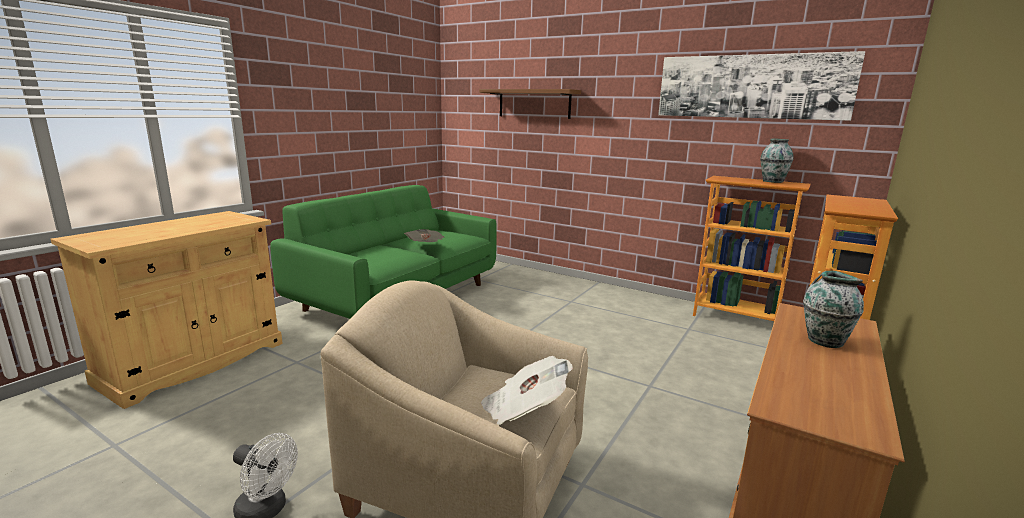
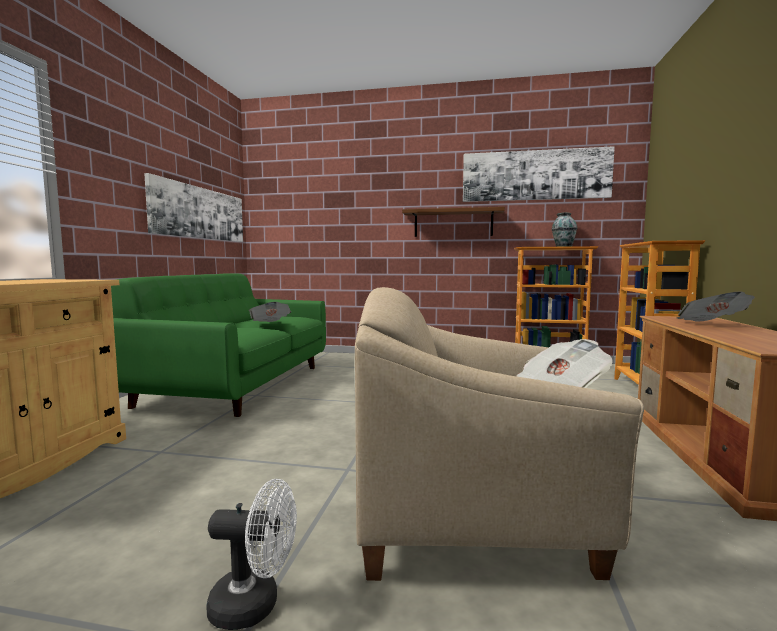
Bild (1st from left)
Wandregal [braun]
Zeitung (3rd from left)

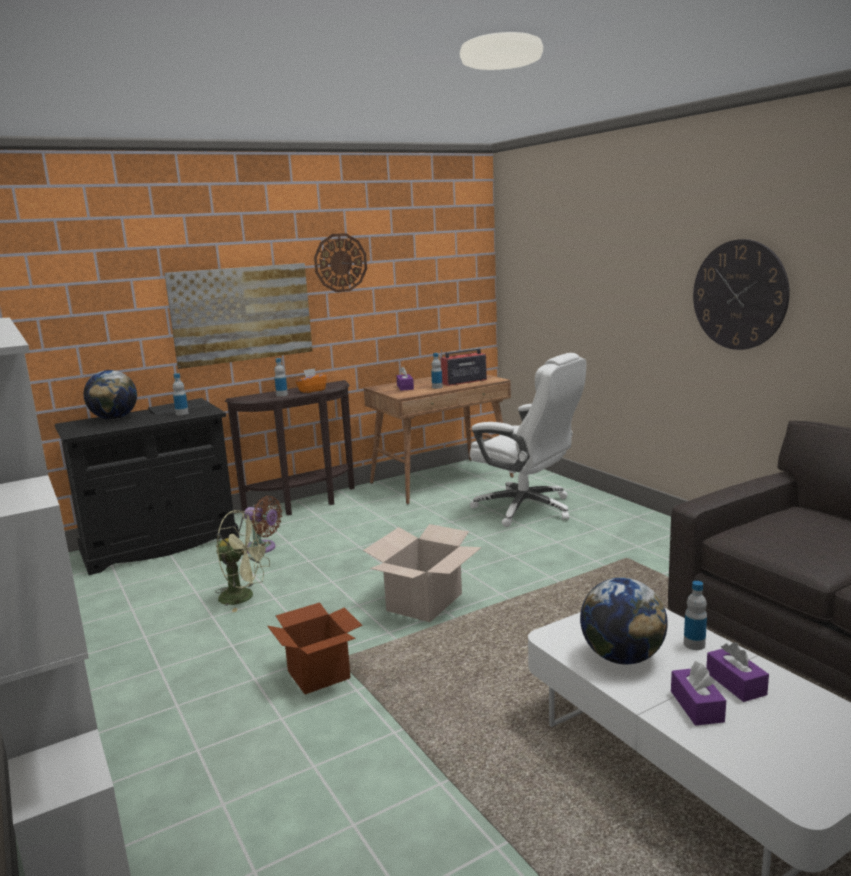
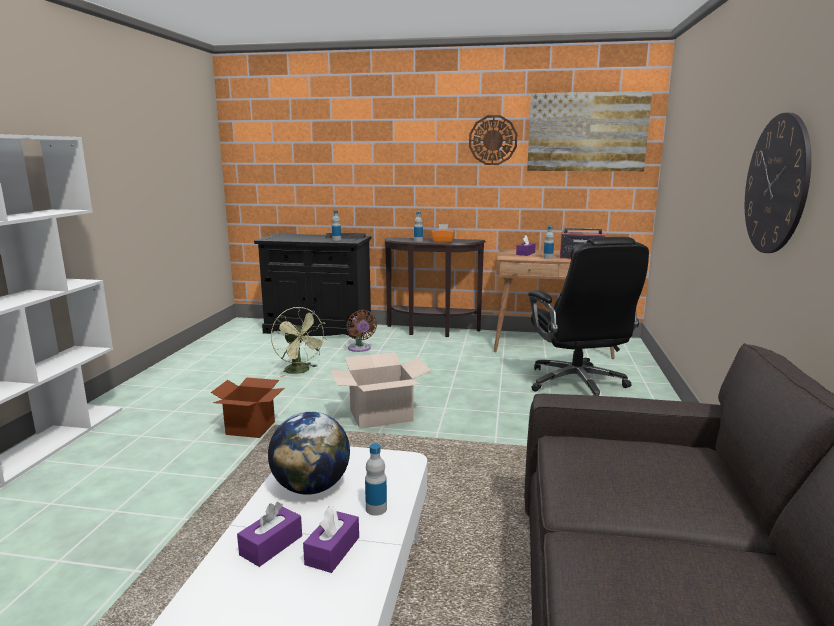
Globus (1st from left in the first image)
Bild
Bürostuhl [schwarz]

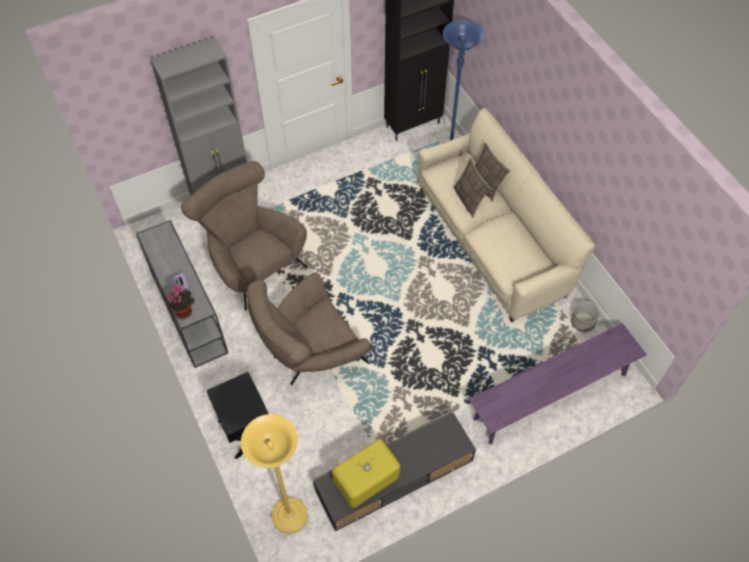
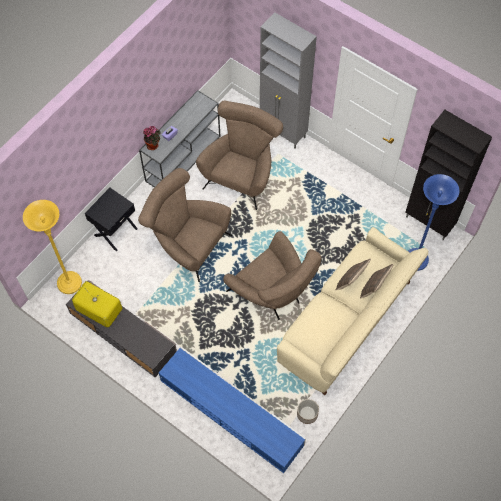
Sessel [braun] (3rd from left)
Fernsehschrank [blau]

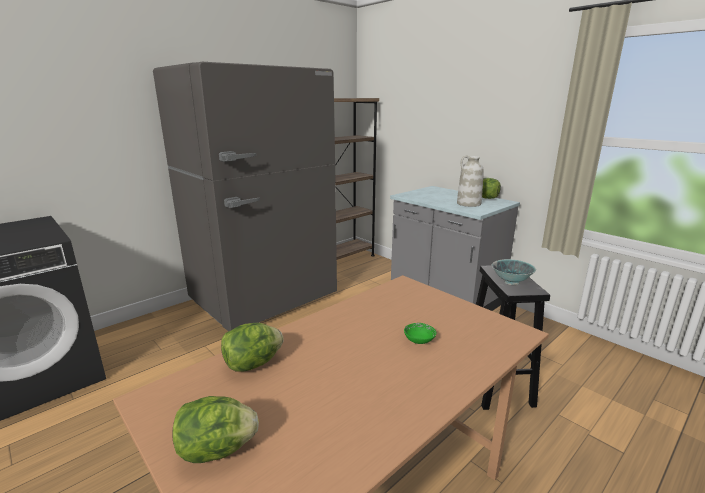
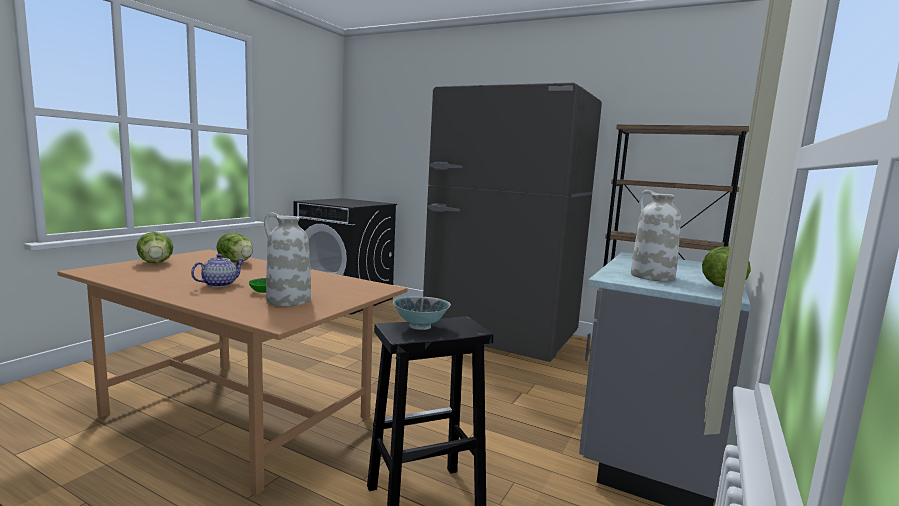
Teekanne
Vase [weiß] (1st from left)

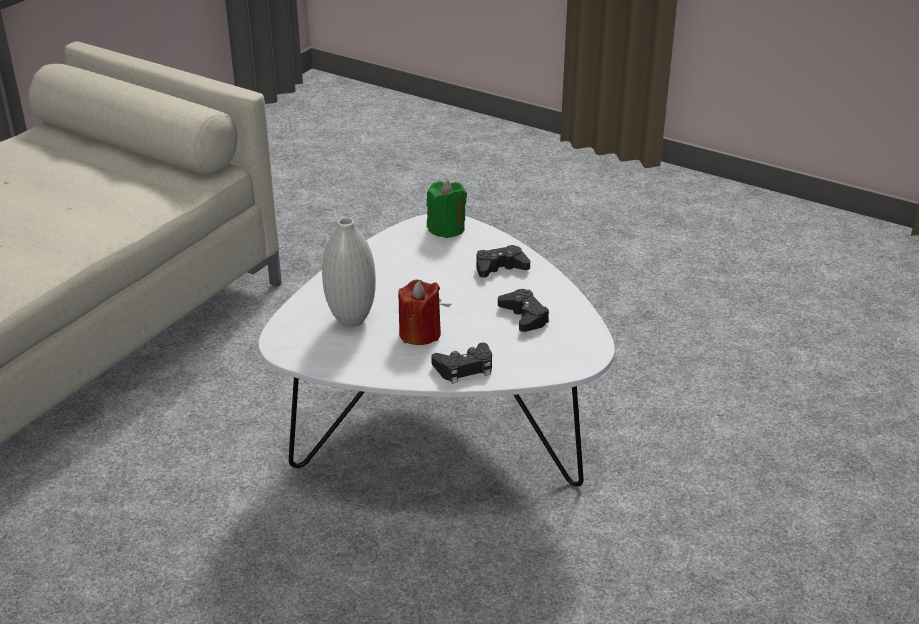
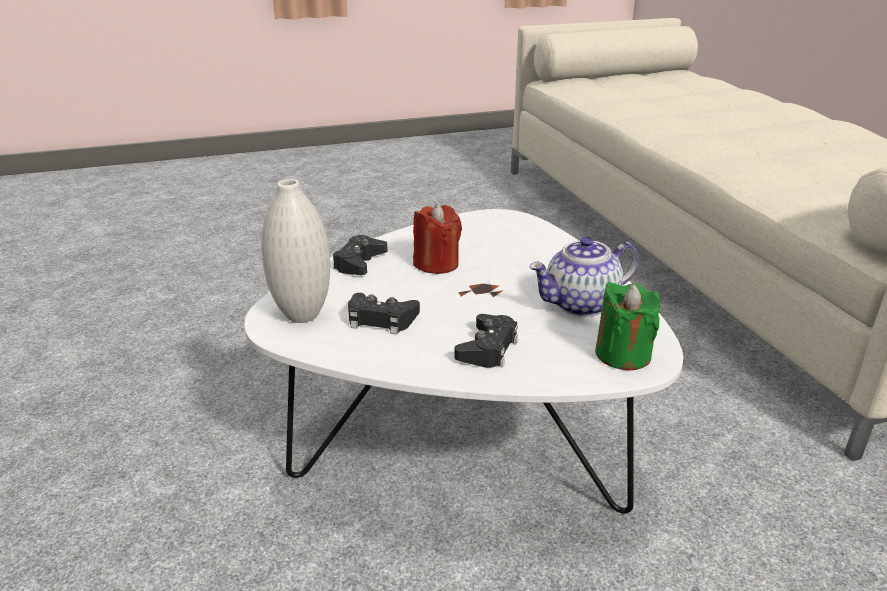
Teekanne
Vase [weiß]

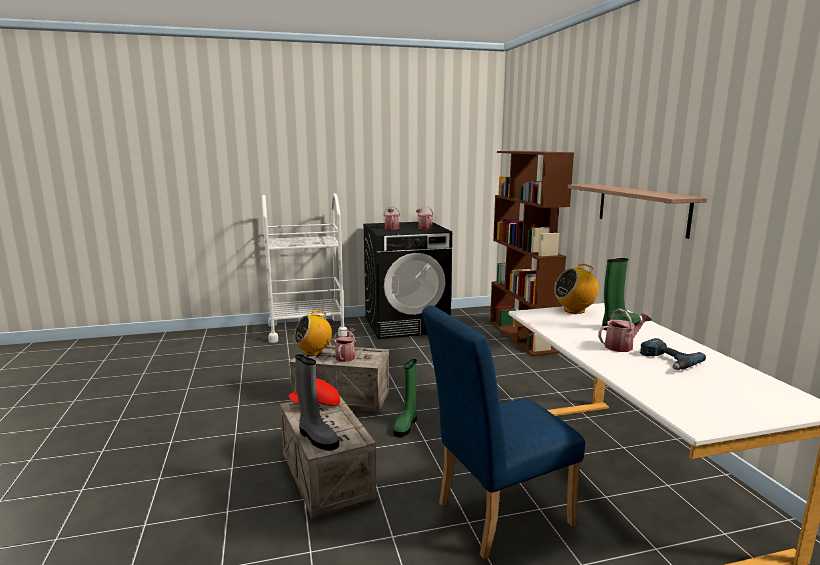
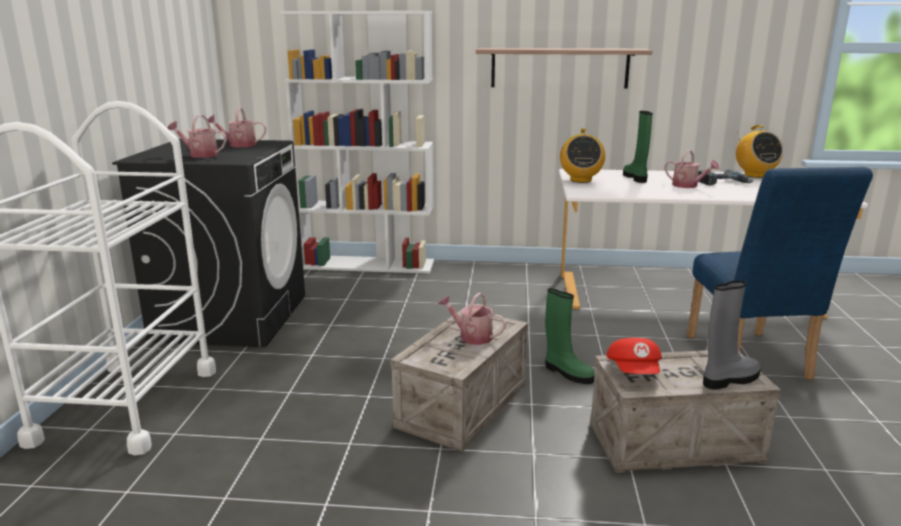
Radio (2nd from left)
Bücherregal [weiß]
Gießkanne (4th from left)

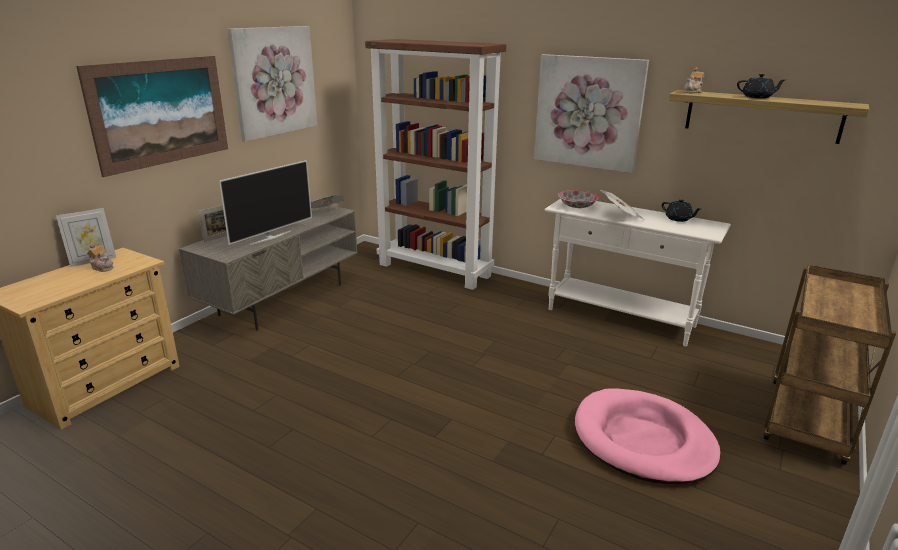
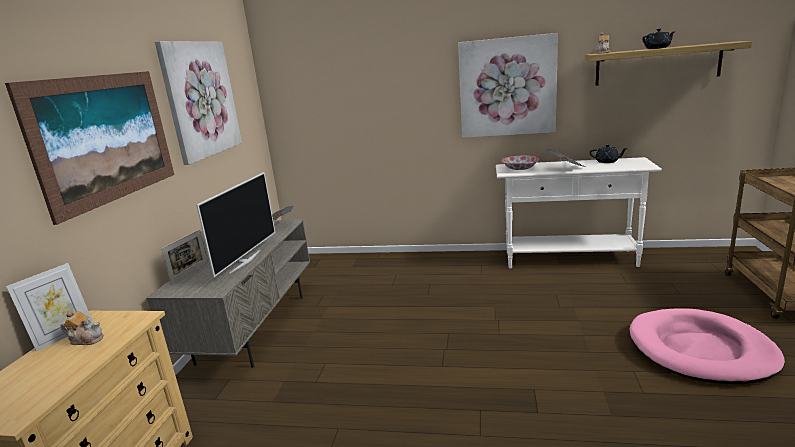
Bücherregal [braun]

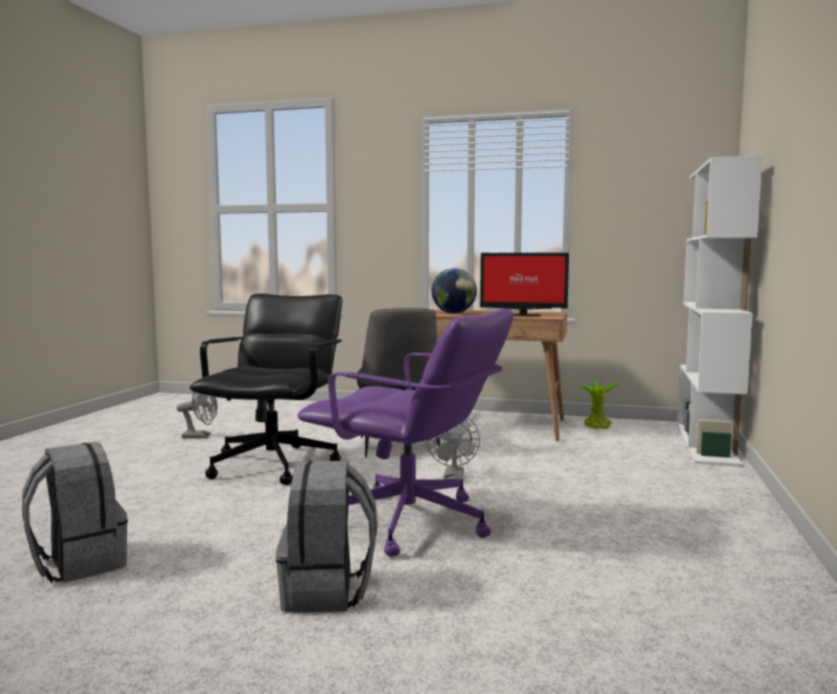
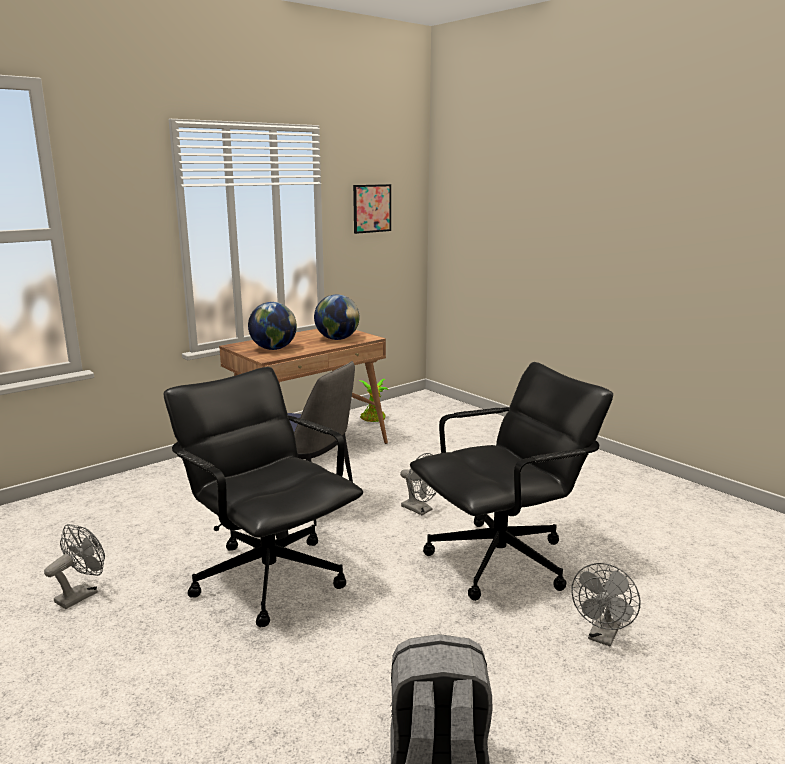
Bücherregal [weiß]
Bild
Ventilator [grau] (3rd from left)
Globus (2nd from left)
Bürostuhl [schwarz] (2nd from left)

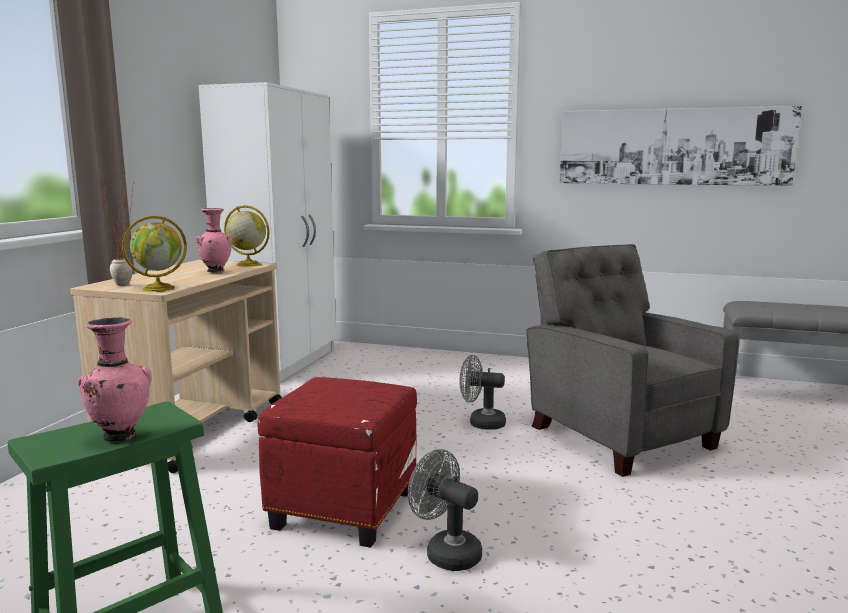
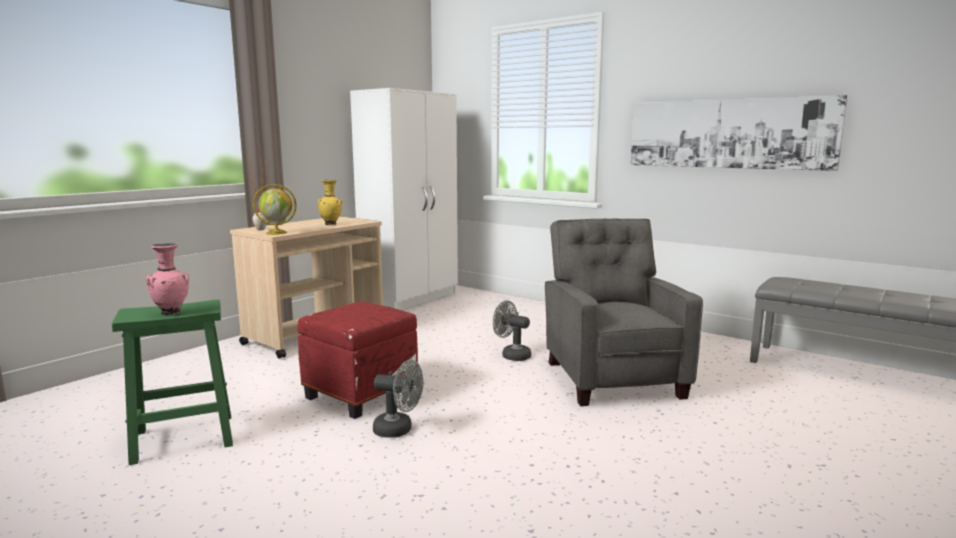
Globus (2nd from left in the first image)
Vase [gelb]
Ventilator [grau] (1st from left)

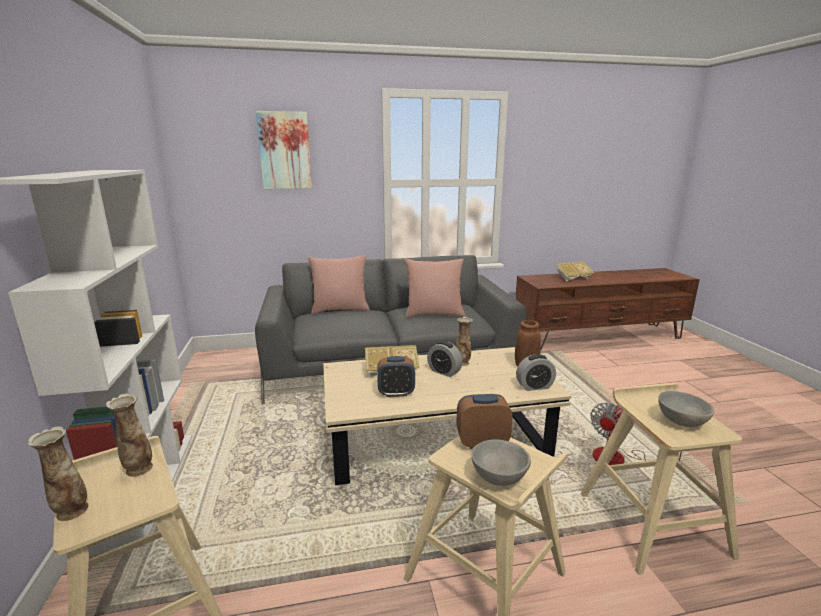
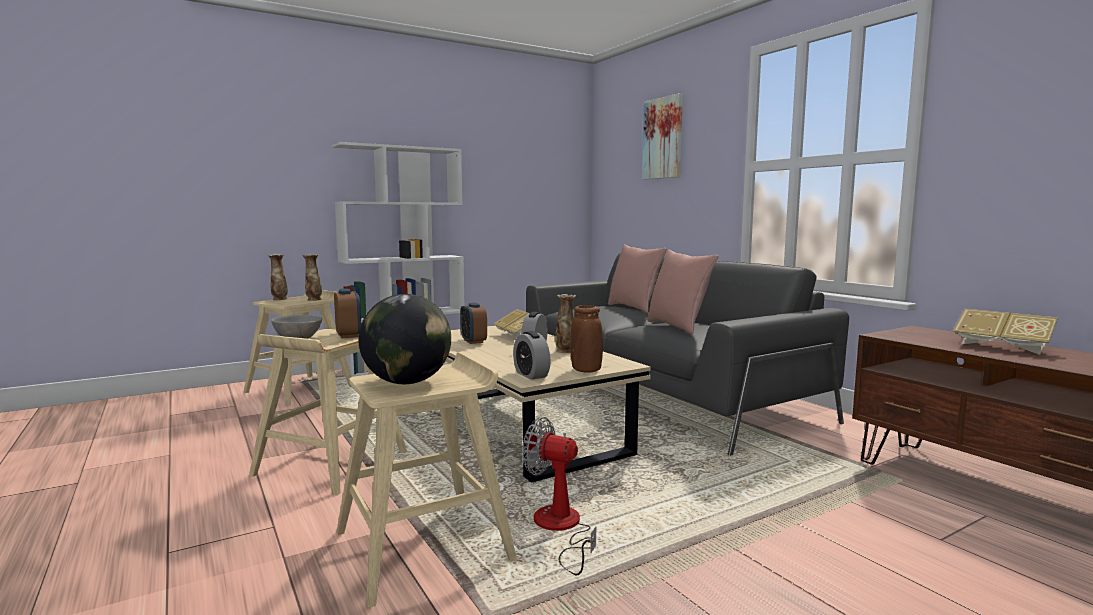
Globus

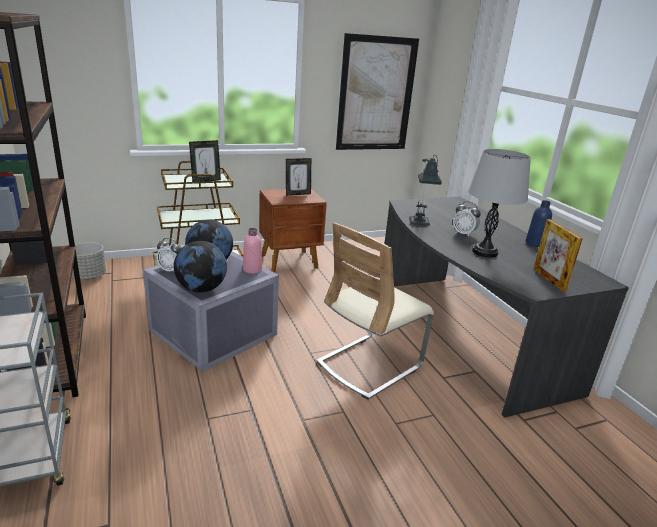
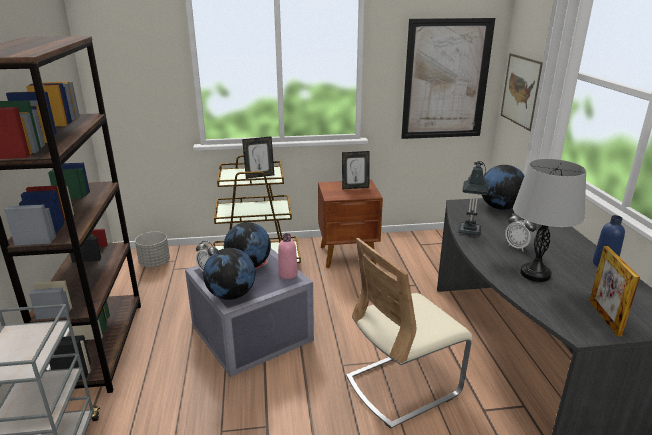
Globus (3rd from left)
Bild (2nd from left)

